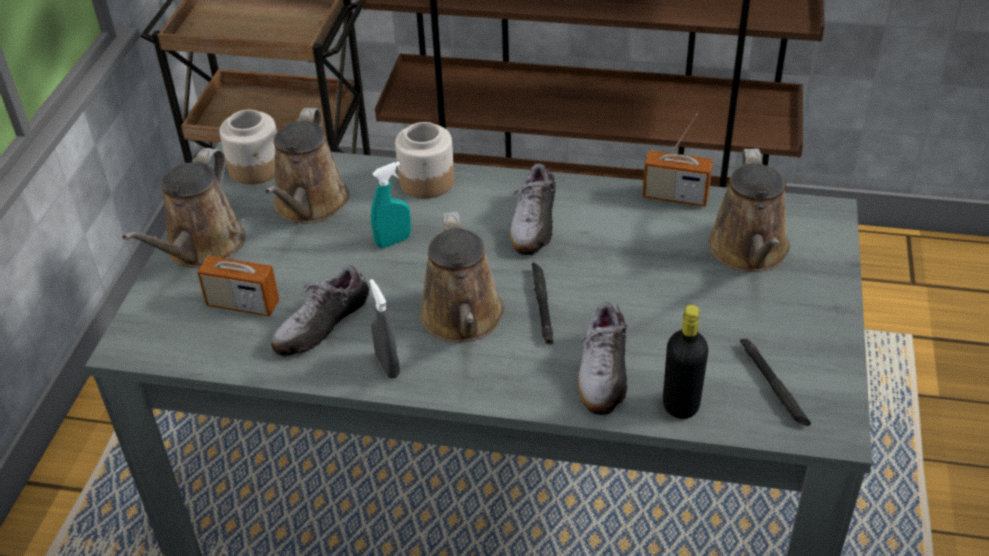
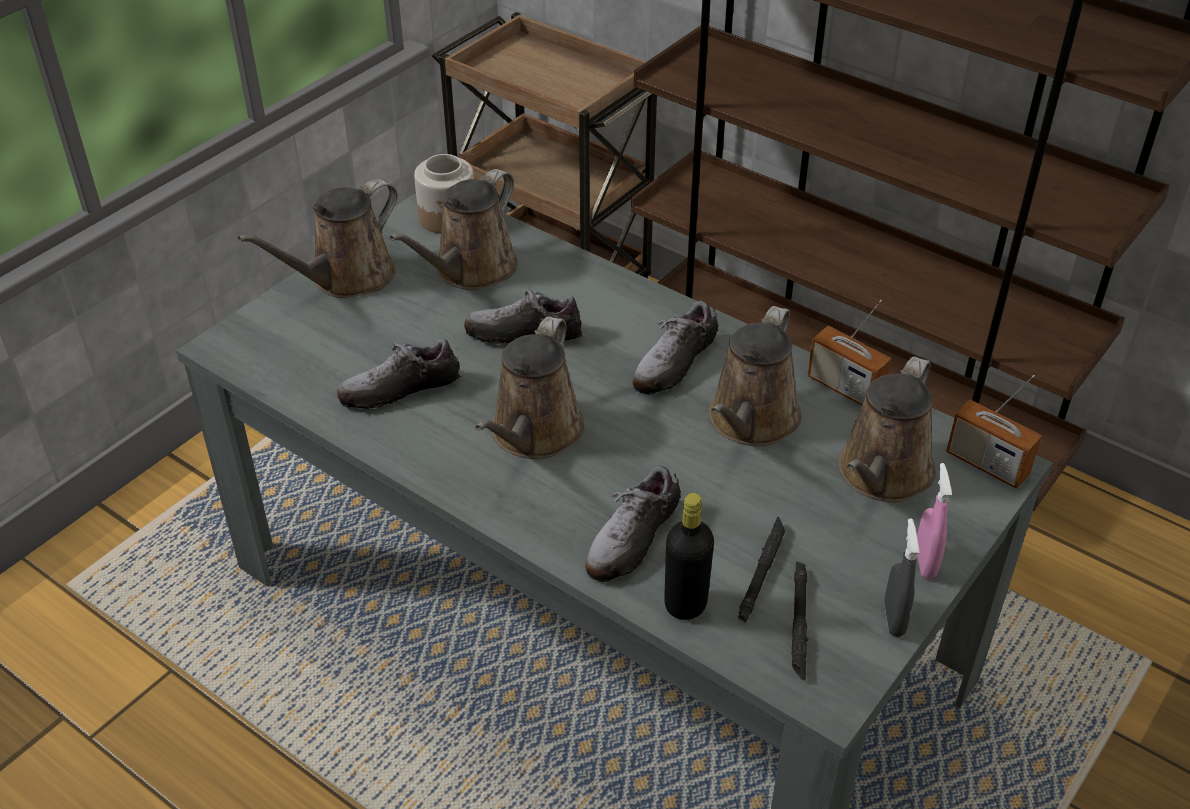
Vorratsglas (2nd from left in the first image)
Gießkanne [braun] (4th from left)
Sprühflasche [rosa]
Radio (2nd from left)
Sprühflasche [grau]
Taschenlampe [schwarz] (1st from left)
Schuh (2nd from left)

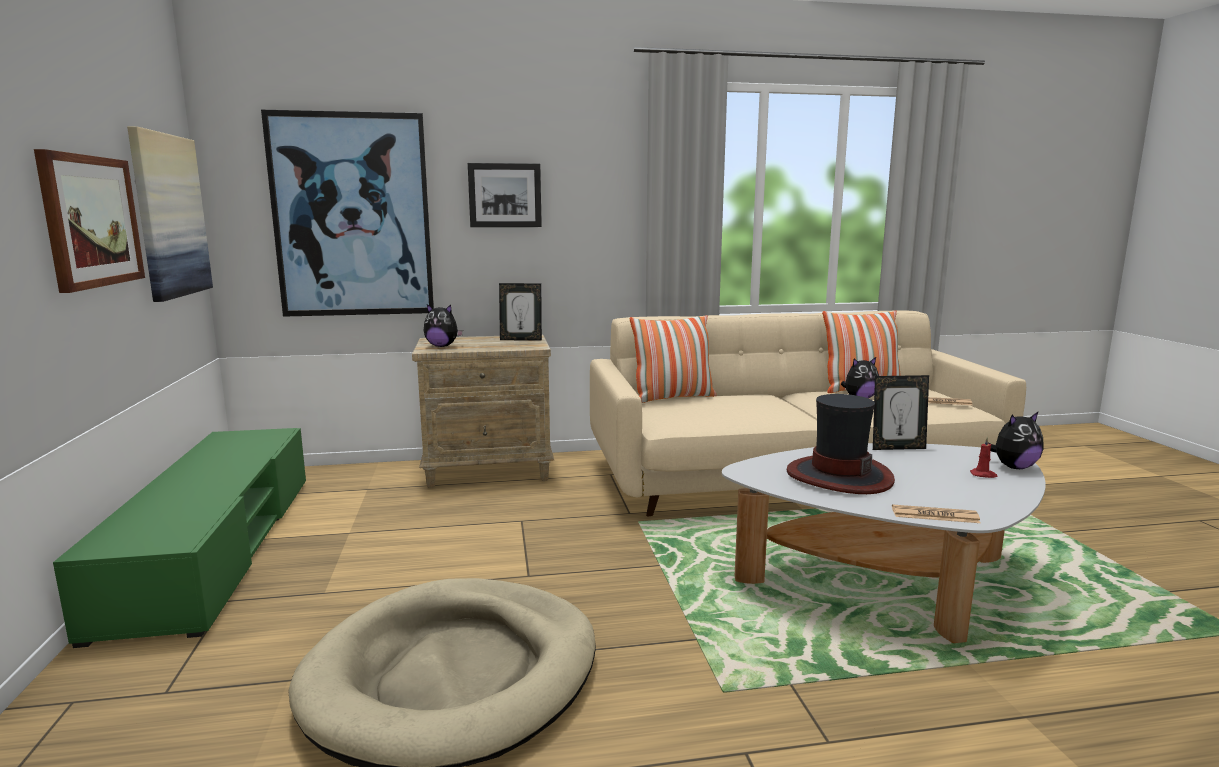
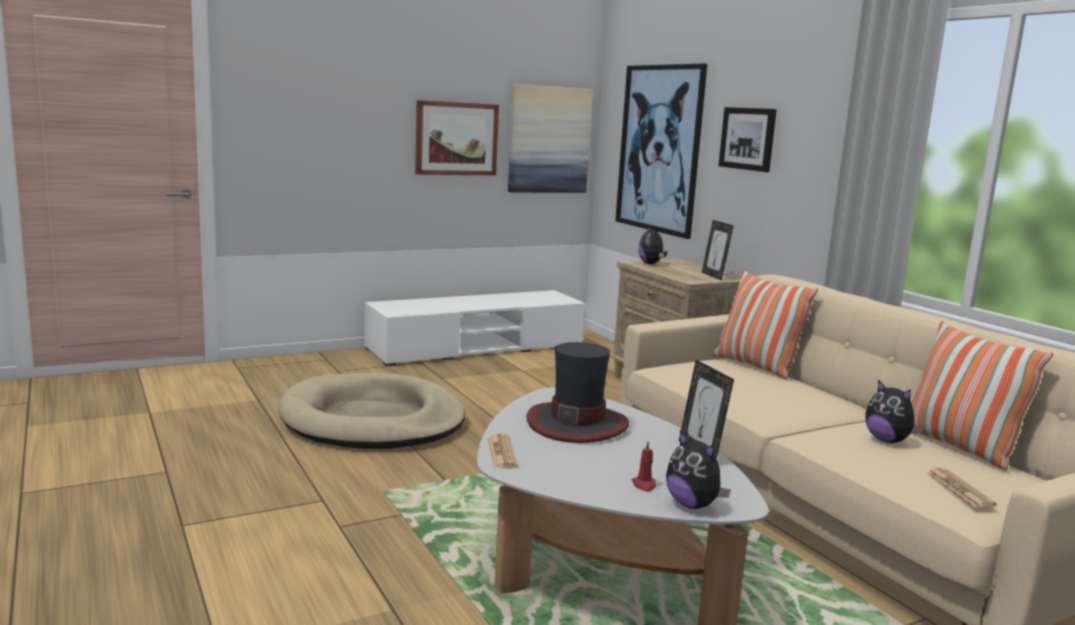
Fernsehschrank [weiß]

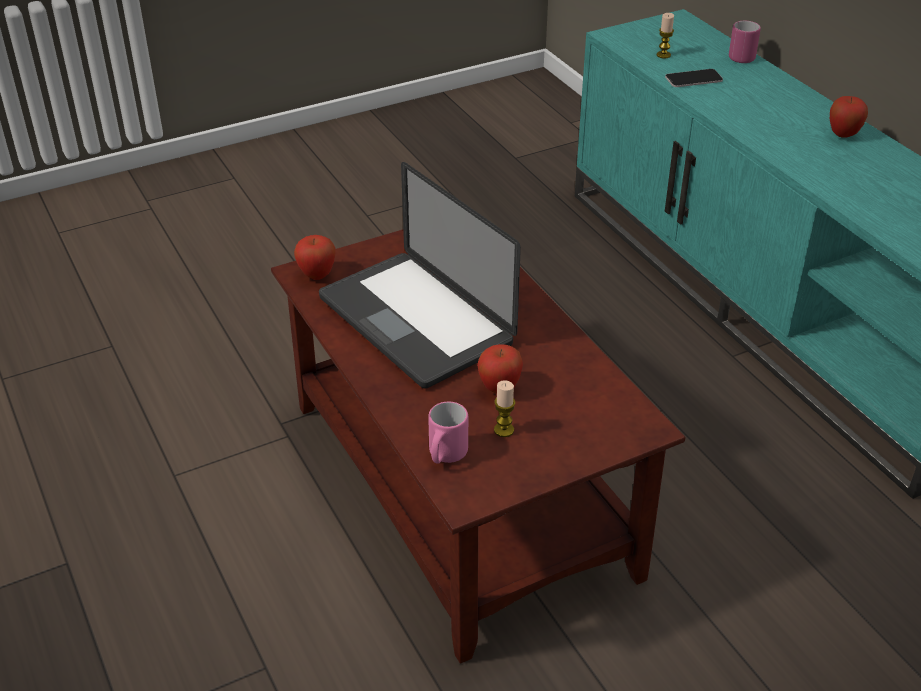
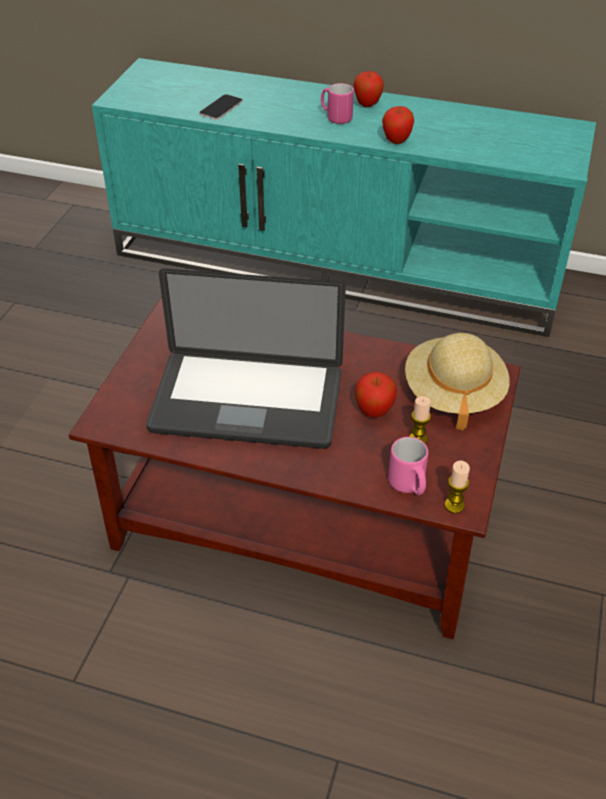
Hut [beige]
Apfel (3rd from left)
Kerze (2nd from left)
Henkelbecher [rosa] (1st from left)

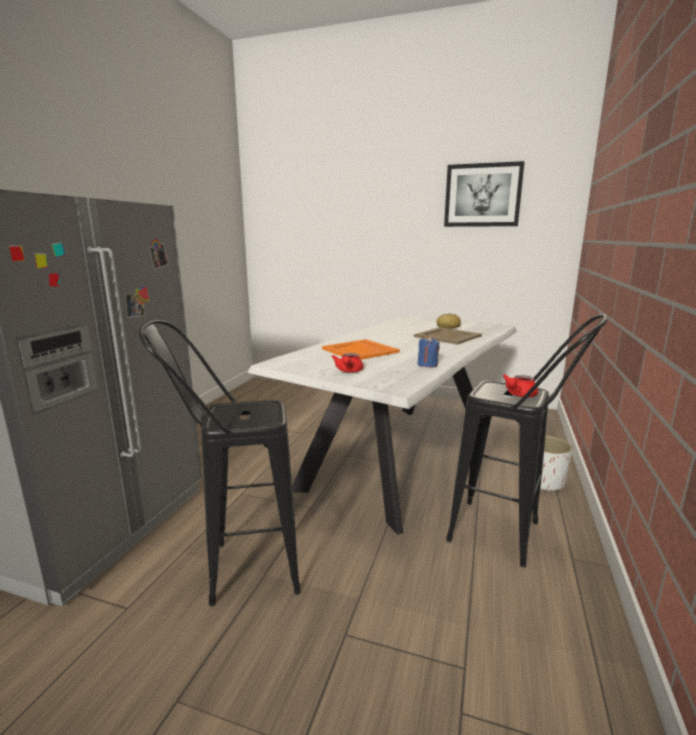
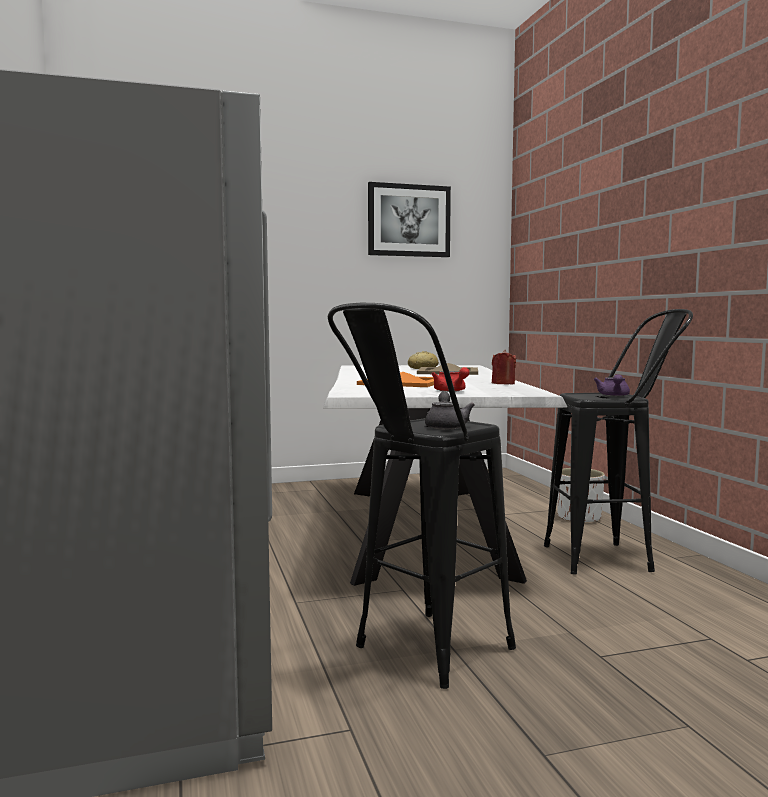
Teekanne [grau]
Kerze [rot]
Teekanne [lila]

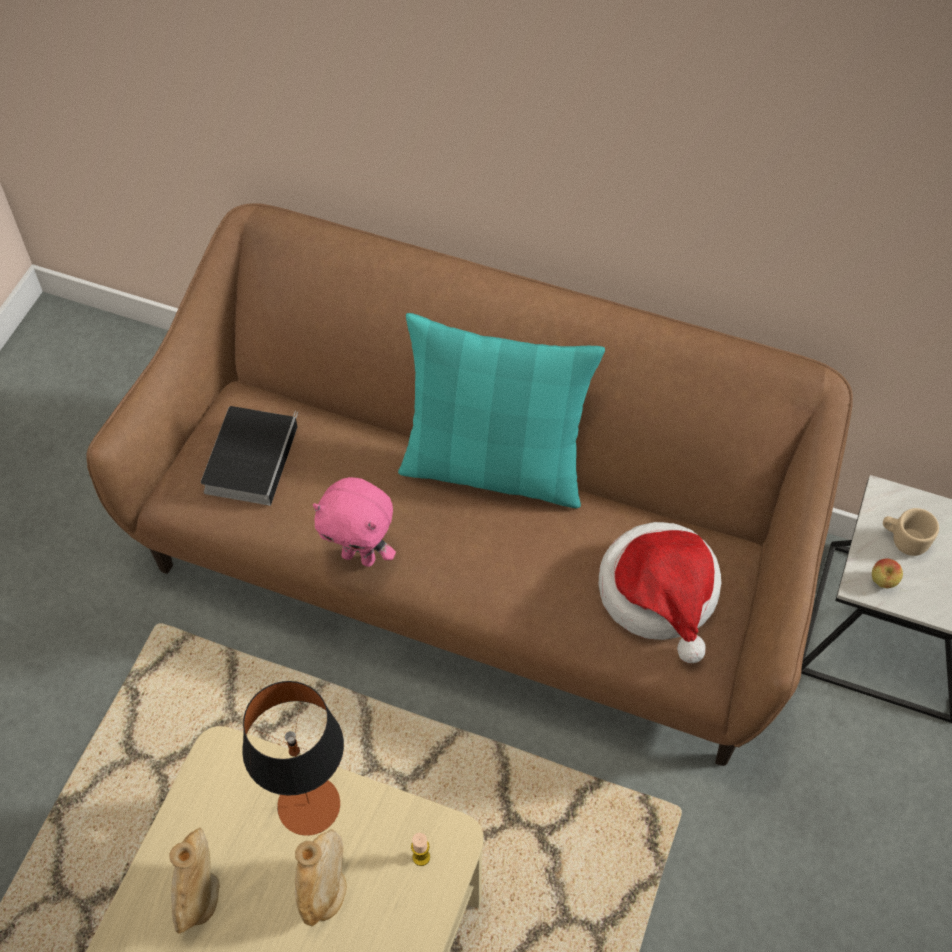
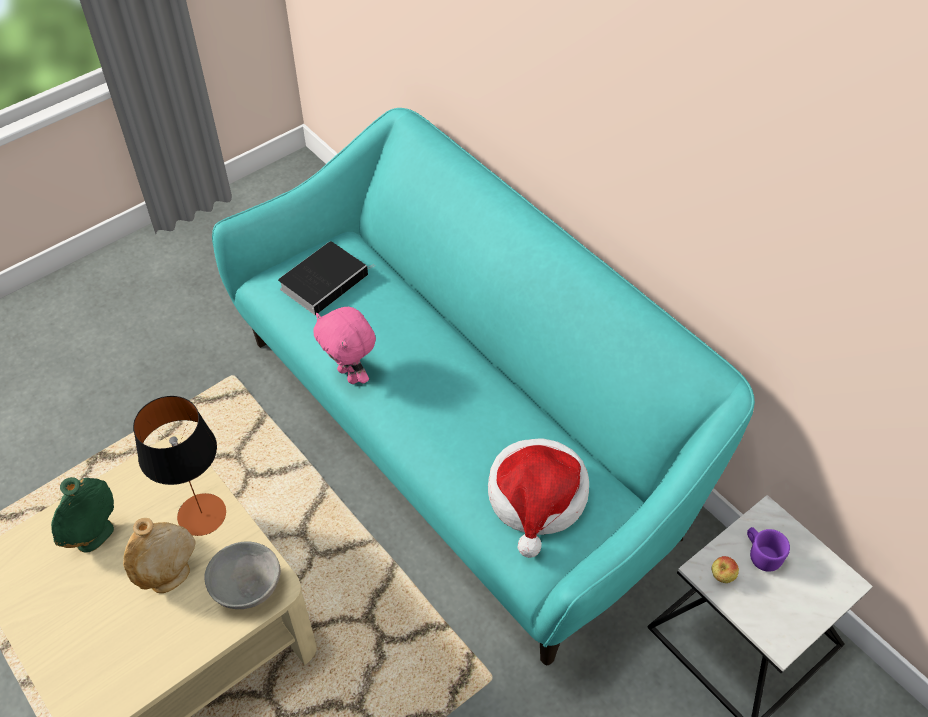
Kissen [türkis]
Schüssel [grau]
Sofa [türkis]
Vase [grün]
Henkelbecher [lila]

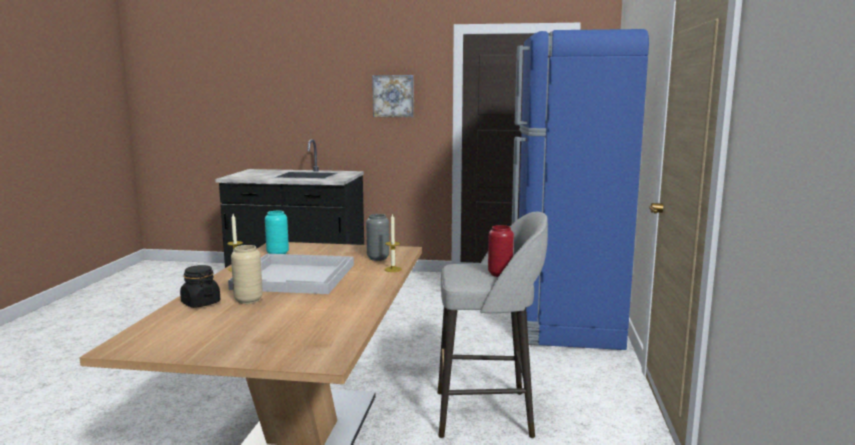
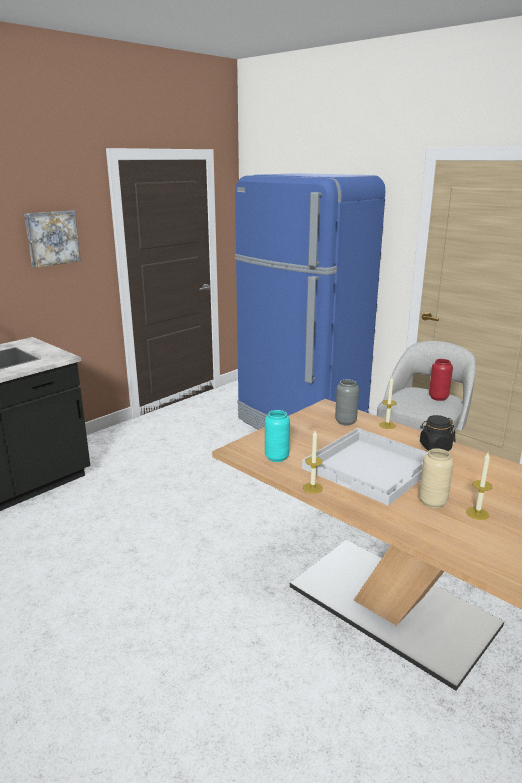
Kerze (3rd from left)
Vorratsglas [schwarz]

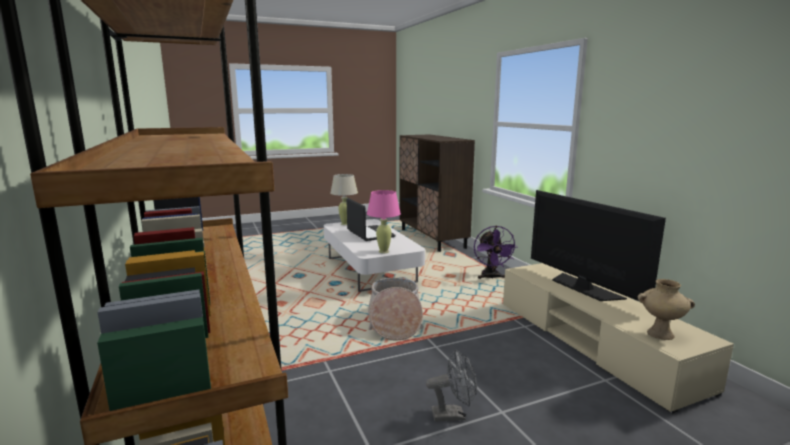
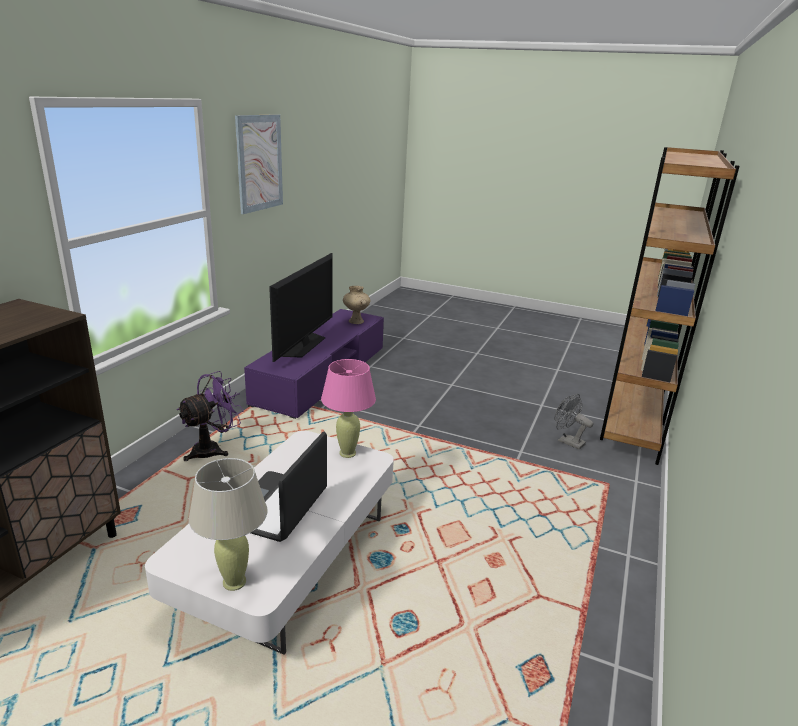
Korb
Bild
Ventilator [grau]
Fernsehschrank [lila]

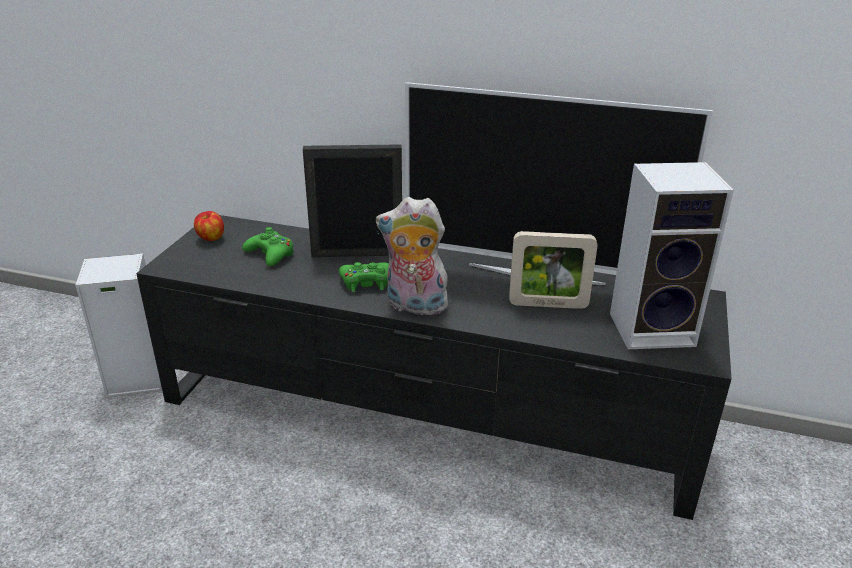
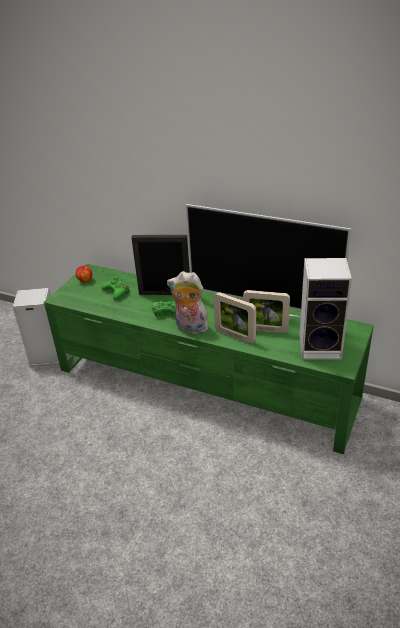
Bilderrahmen (2nd from left)
Fernsehschrank [grün]

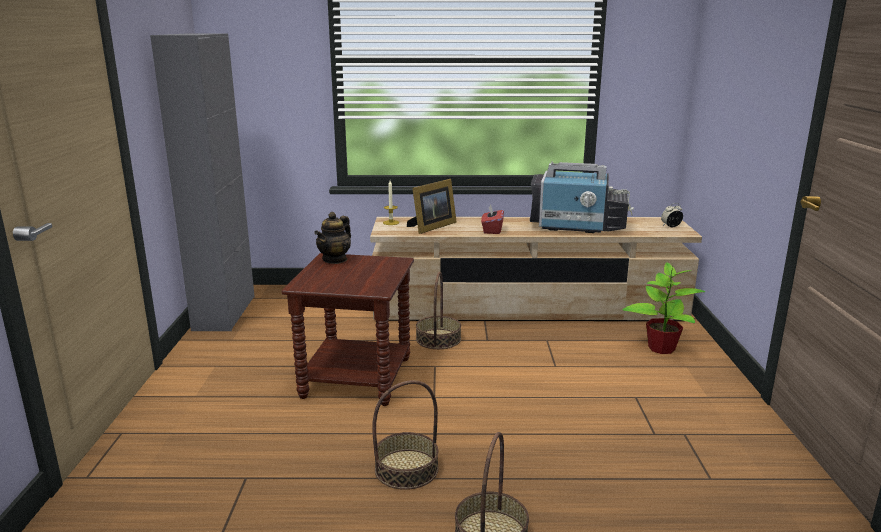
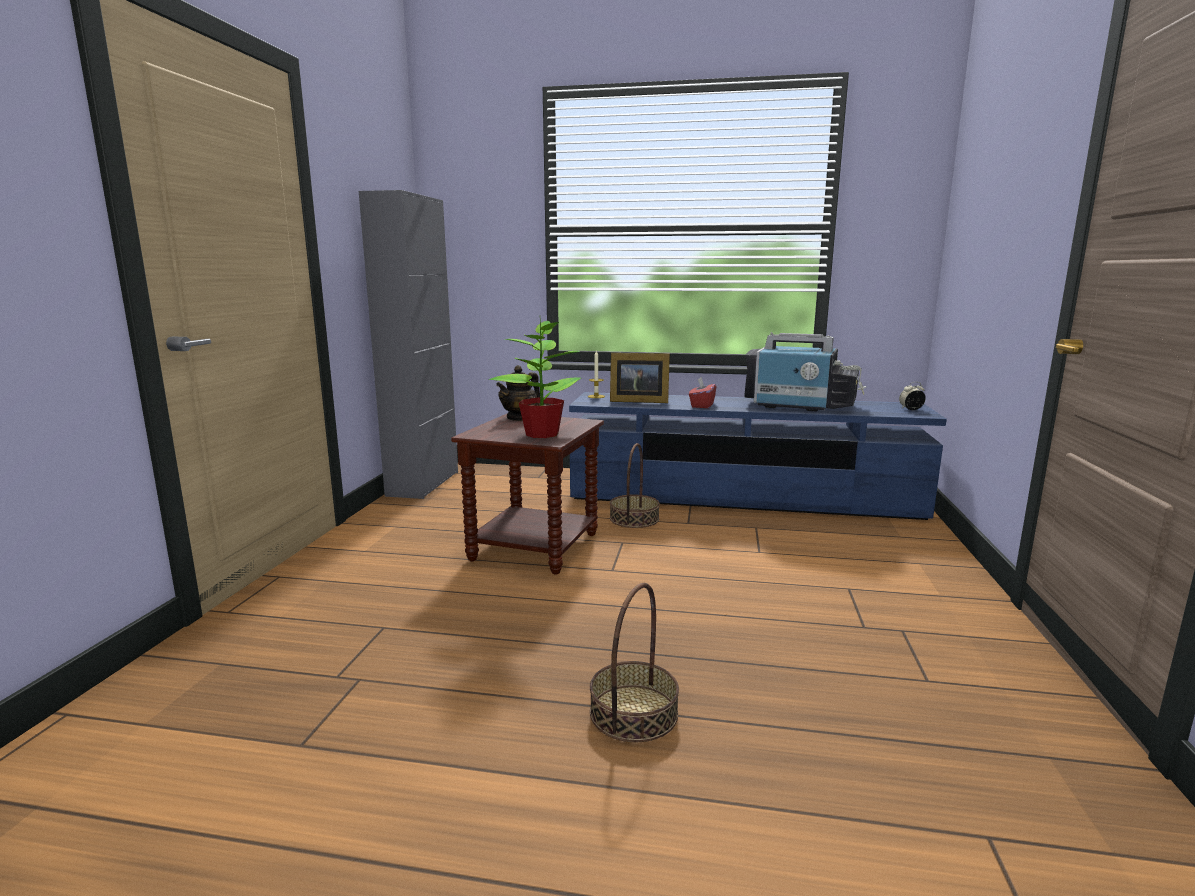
Korb (1st from left in the first image)
Topfpflanze
Fernsehschrank [blau]
Bilderrahmen

